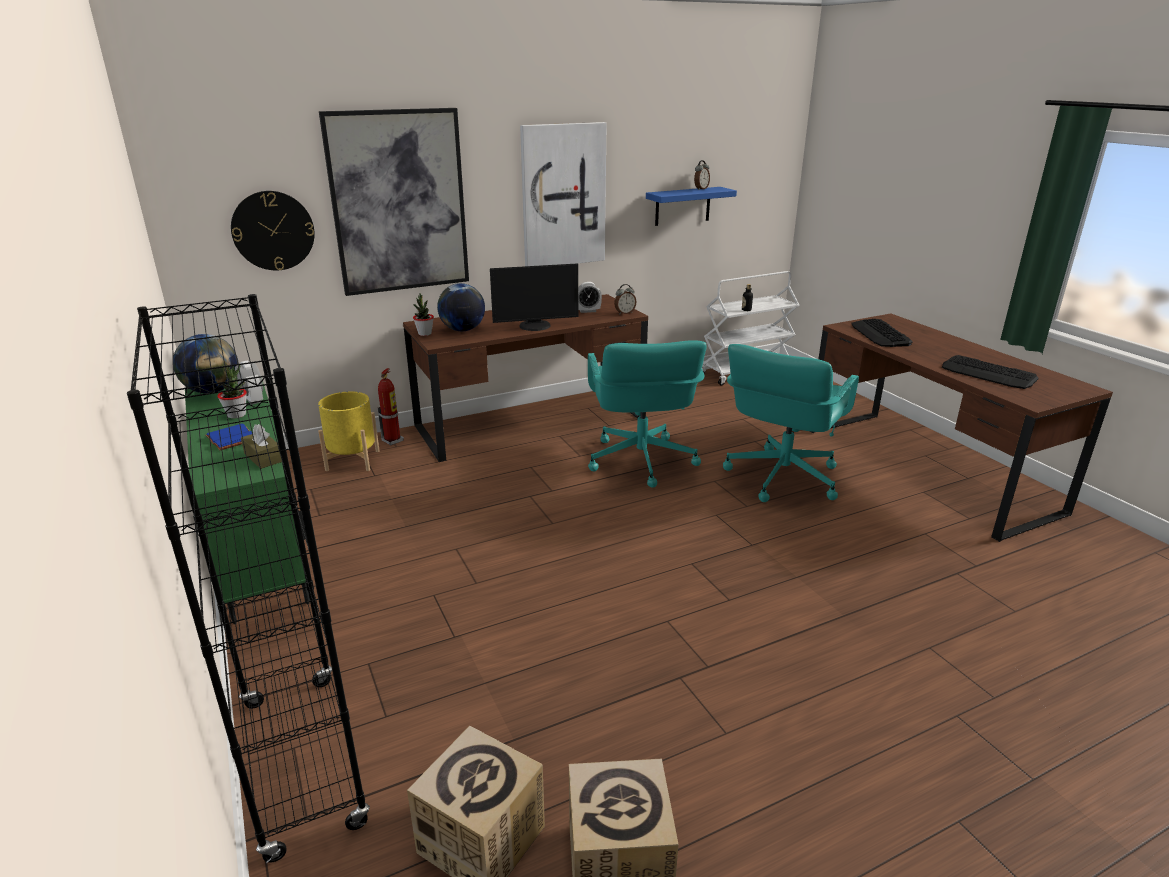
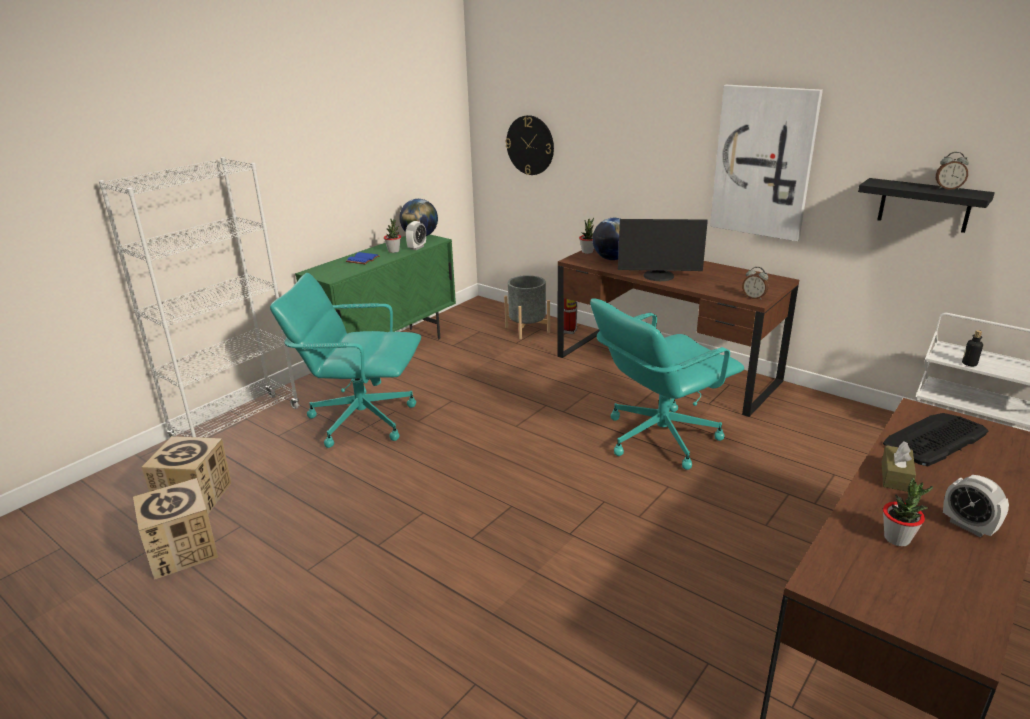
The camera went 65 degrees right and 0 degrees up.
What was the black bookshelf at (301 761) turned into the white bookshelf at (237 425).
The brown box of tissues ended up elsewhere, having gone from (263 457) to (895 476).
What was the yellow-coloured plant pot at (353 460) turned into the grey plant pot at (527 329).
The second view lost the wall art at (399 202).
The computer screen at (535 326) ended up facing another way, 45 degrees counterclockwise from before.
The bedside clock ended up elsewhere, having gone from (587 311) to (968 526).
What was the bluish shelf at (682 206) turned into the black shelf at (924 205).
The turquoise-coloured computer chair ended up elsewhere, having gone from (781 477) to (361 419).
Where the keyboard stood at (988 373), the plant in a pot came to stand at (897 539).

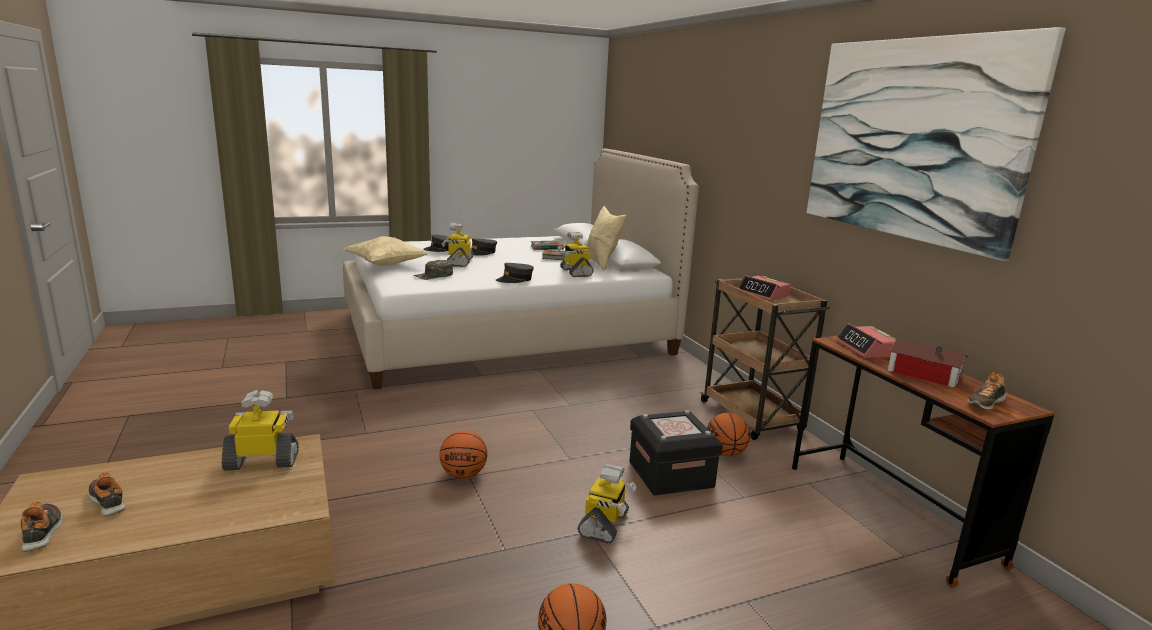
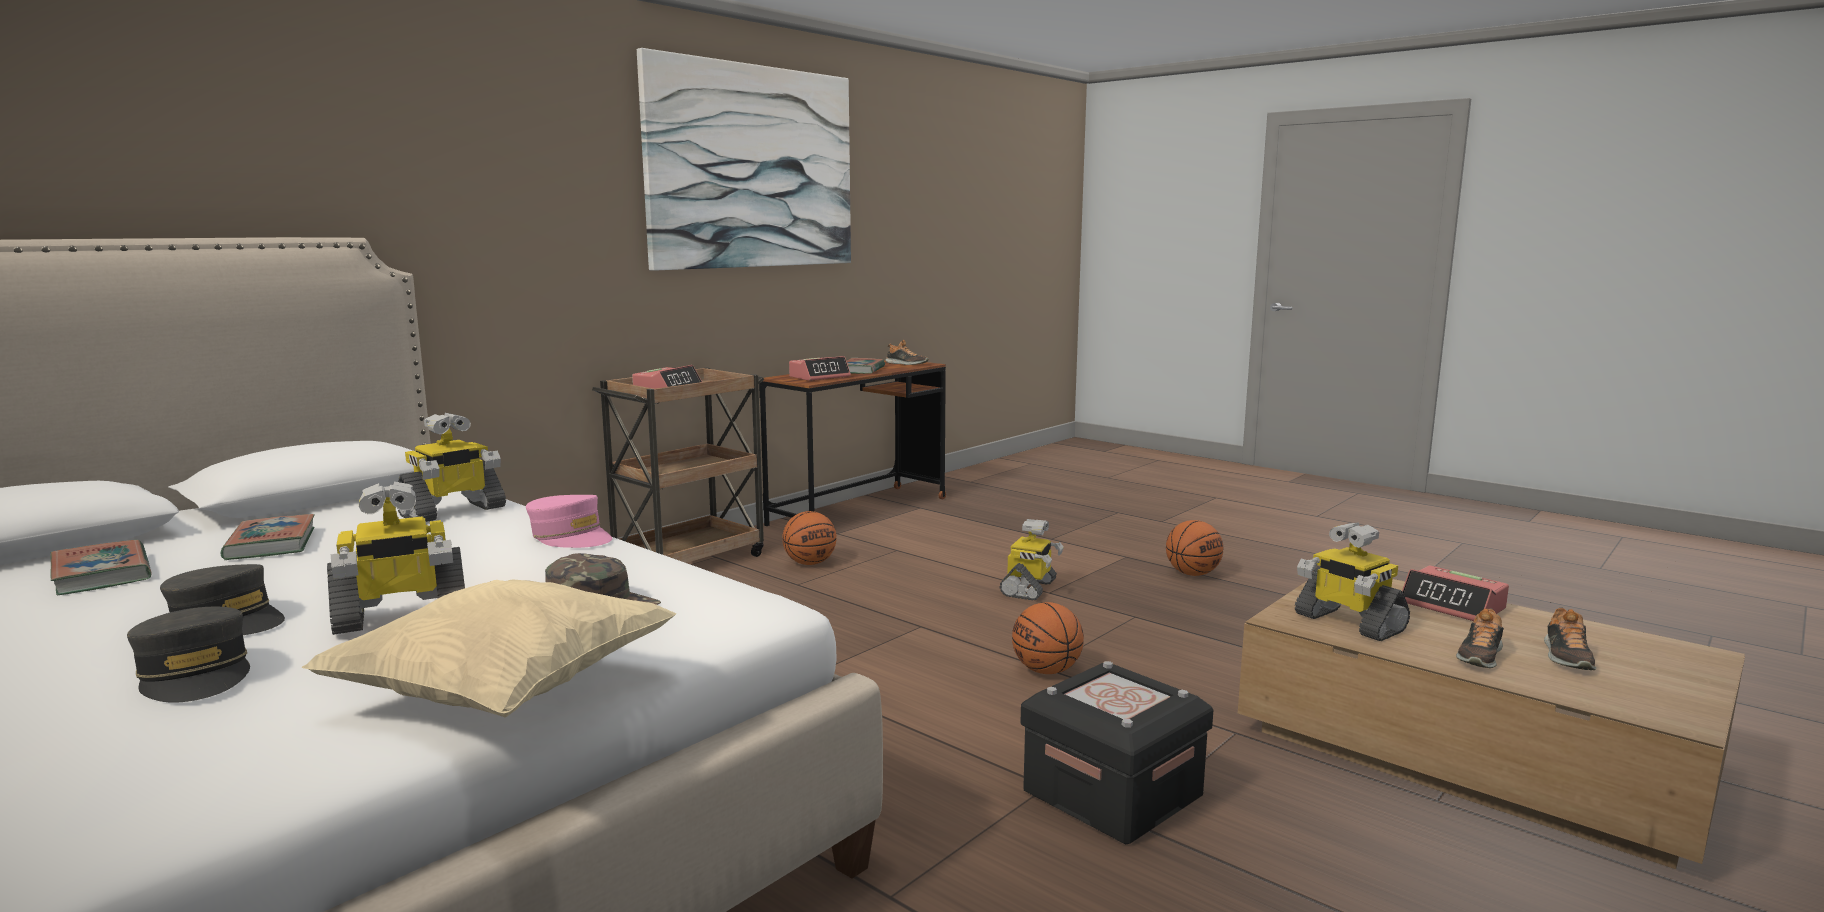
The camera went 115 degrees left and 5 degrees down.
The low shoe ended up elsewhere, having gone from (43 532) to (1479 656).
What was the grey peaked cap at (515 279) turned into the pink peaked cap at (571 537).
The robot figure at (604 525) ended up facing another way, 120 degrees clockwise from before.
The second view lost the beige-coloured throw pillow at (602 264).
The black storage bin ended up elsewhere, having gone from (671 475) to (1112 794).
Where the toy house stood at (922 373), the bound book came to stand at (861 370).
The second view gained the bedside clock at (1453 606).

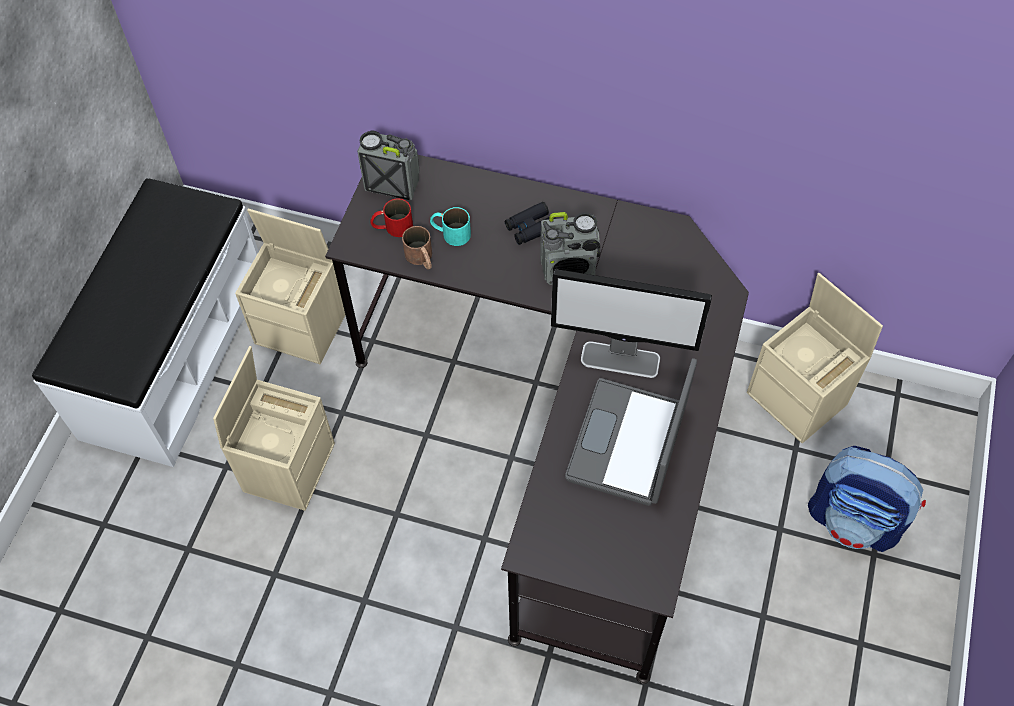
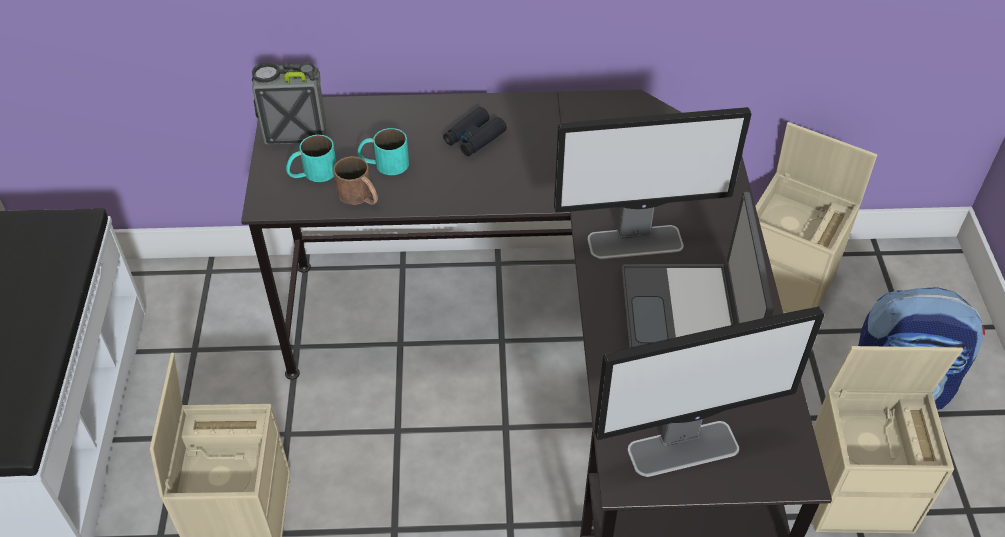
The camera went 20 degrees left and 10 degrees down.
The beige-coloured storage bin ended up elsewhere, having gone from (302 328) to (858 492).
What was the red tea mug at (392 227) turned into the turquoise-coloured tea mug at (312 173).
The second view lost the radio set at (569 269).
The second view gained the computer screen at (684 448).

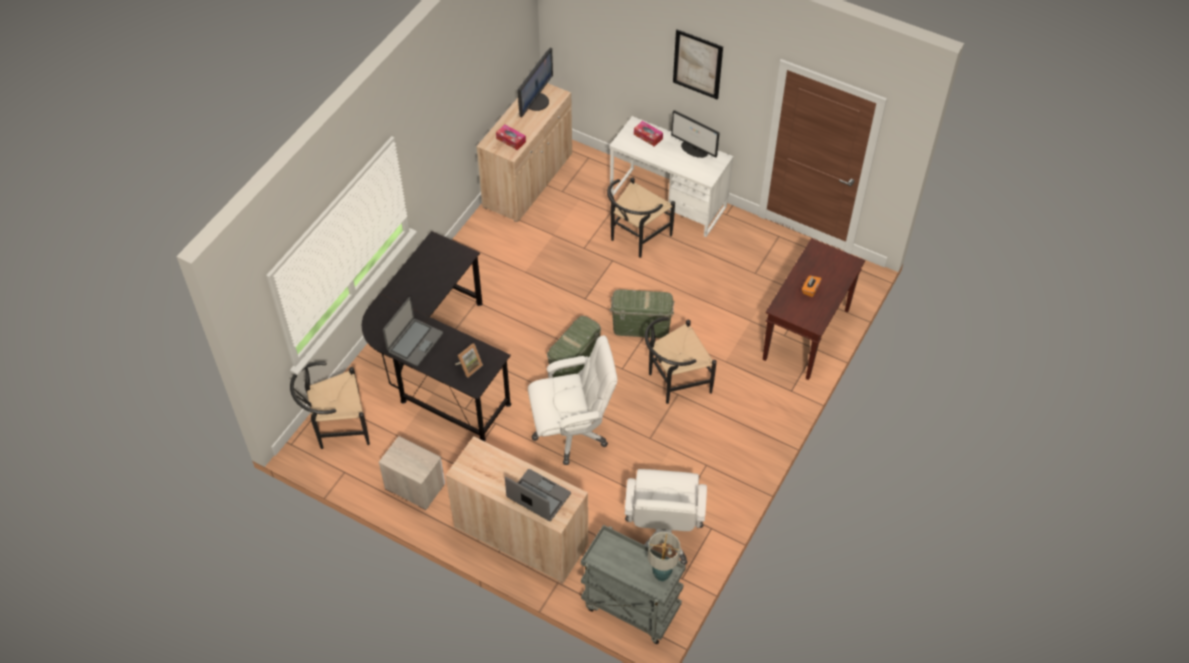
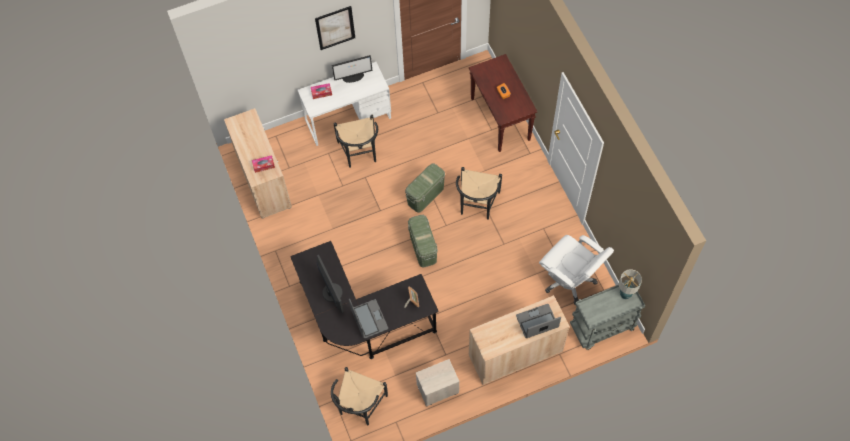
The camera went 50 degrees left and 10 degrees up.
The computer screen ended up elsewhere, having gone from (536 101) to (331 292).
The second view lost the white computer chair at (572 432).

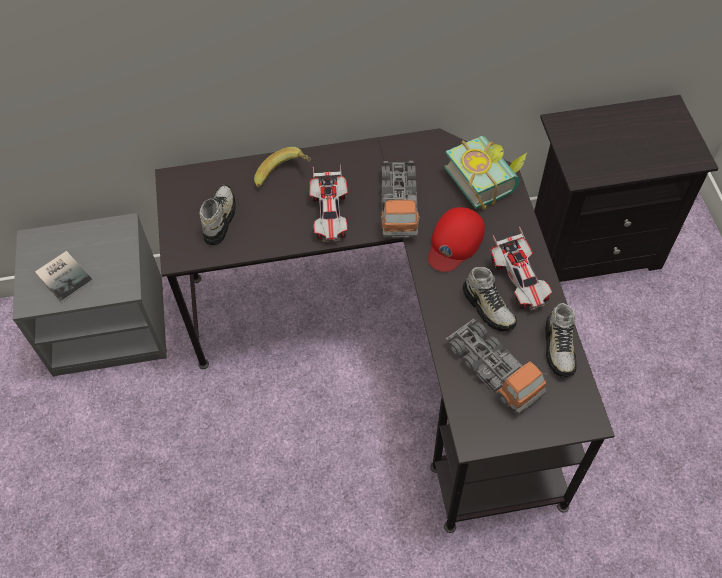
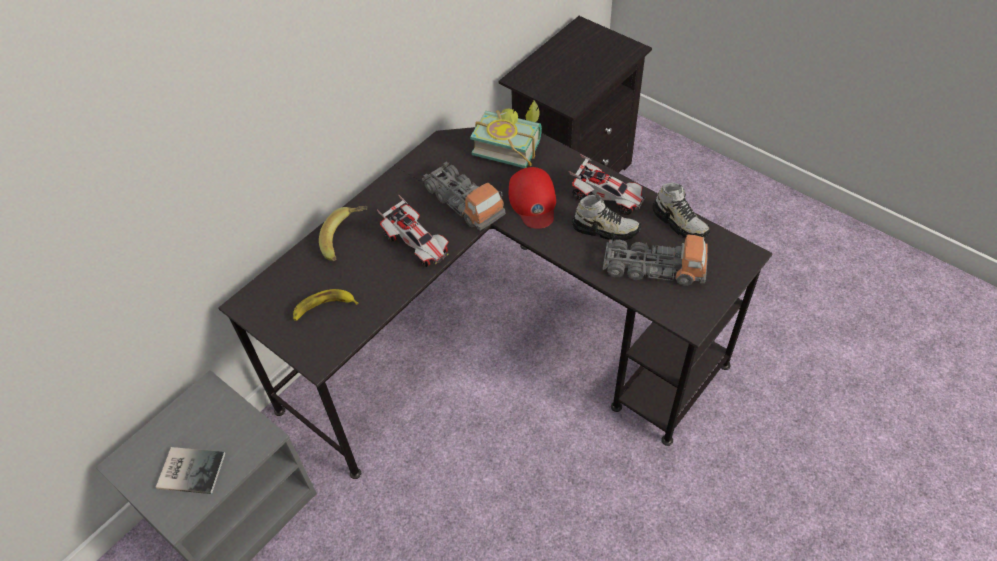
The camera went 40 degrees left and 5 degrees down.
Where the low shoe stood at (219 219), the banana came to stand at (324 307).

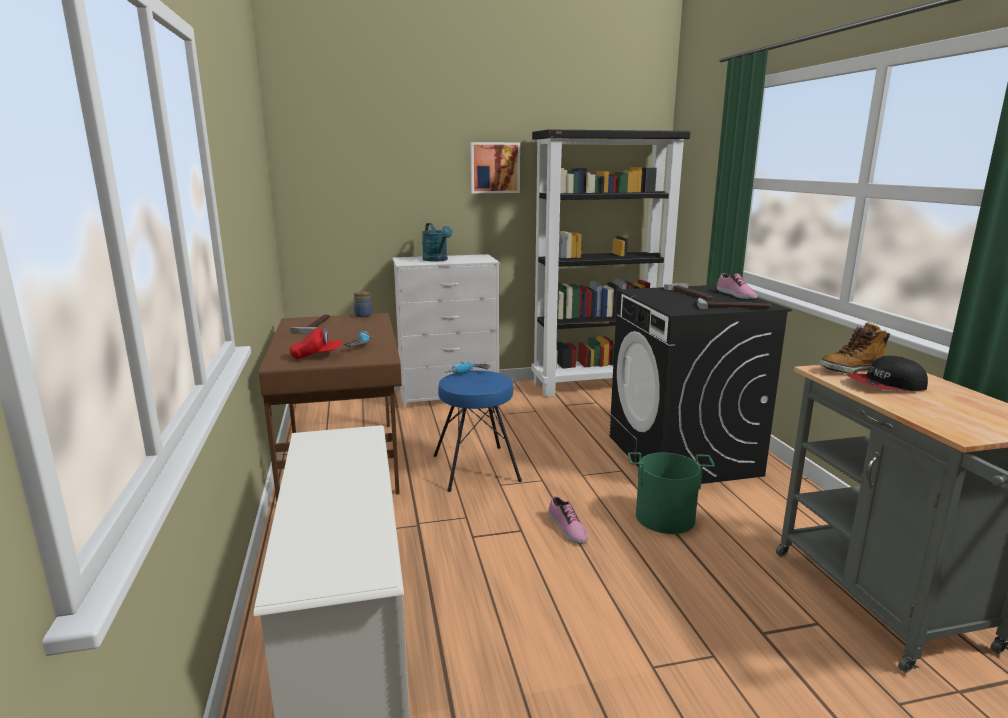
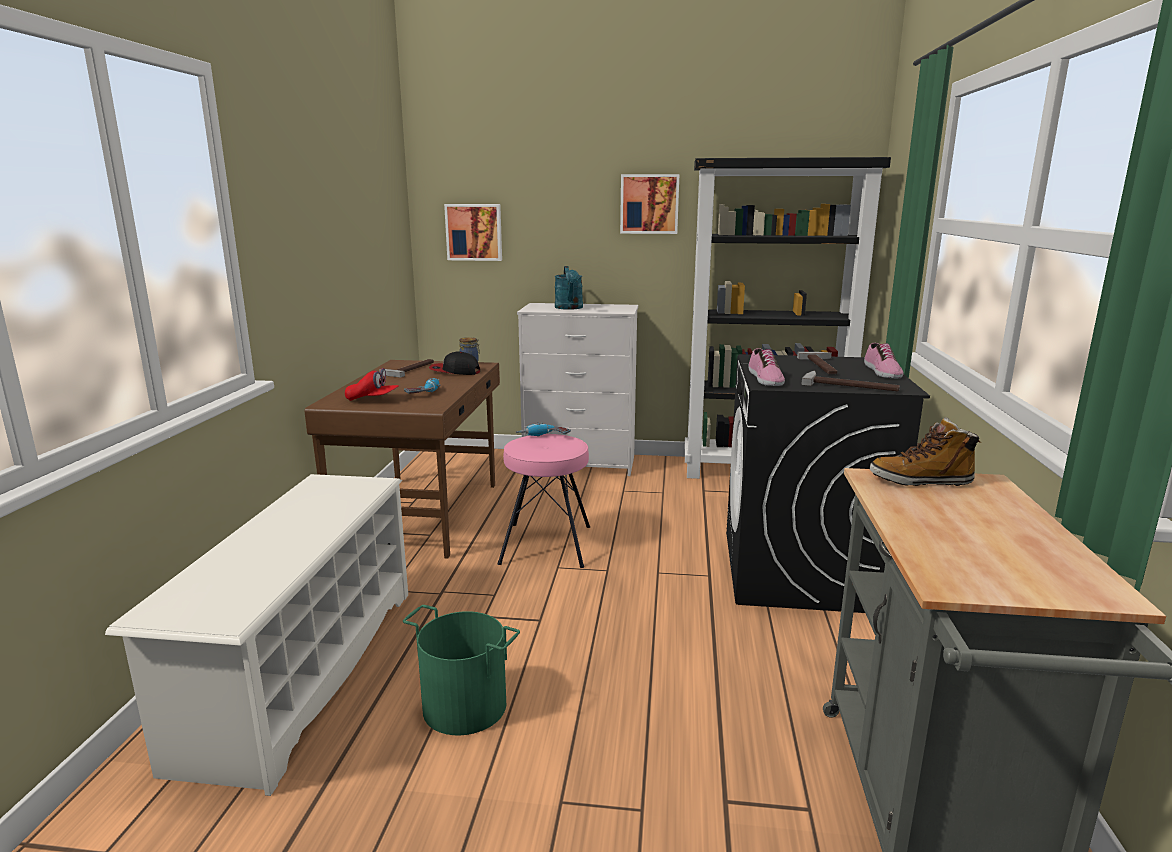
The camera went 20 degrees right and 0 degrees up.
What was the bluish stool at (476 467) turned into the pink stool at (547 544).
The low shoe ended up elsewhere, having gone from (567 528) to (764 378).
The green pail ended up elsewhere, having gone from (665 518) to (464 707).
The peaked cap ended up elsewhere, having gone from (886 385) to (454 371).
The second view gained the wall art at (474 232).

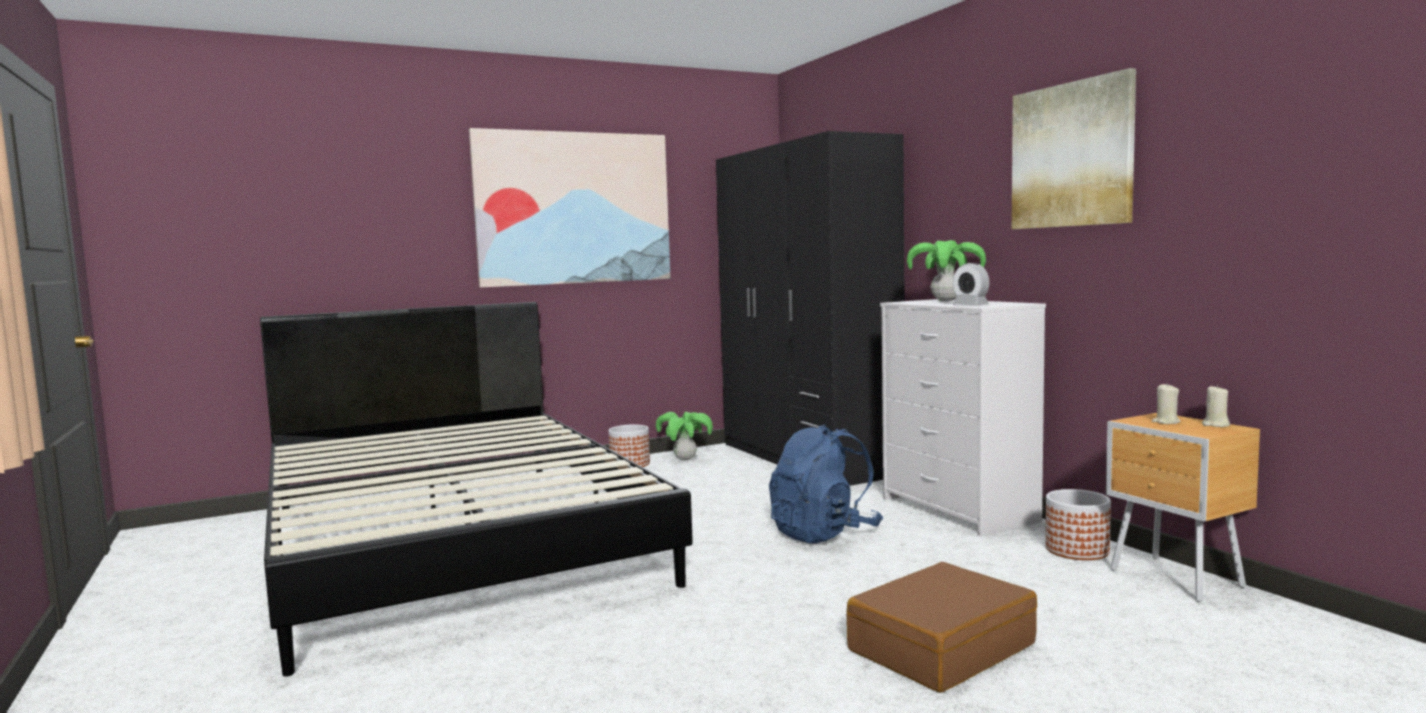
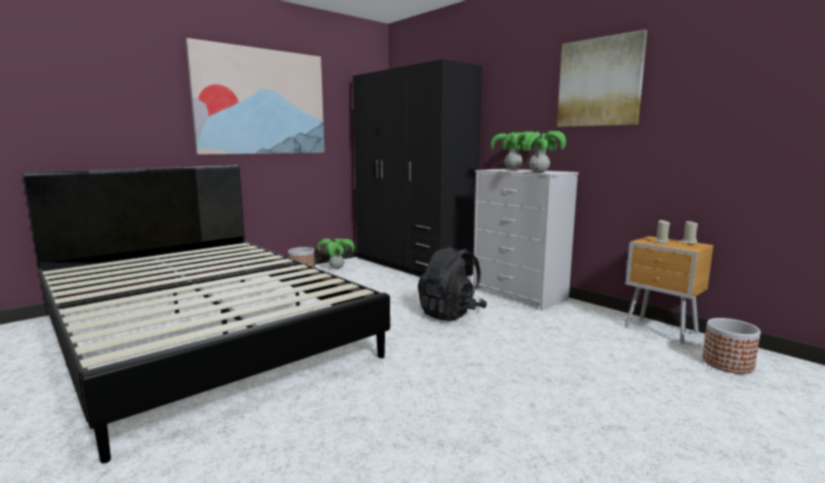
The camera went 15 degrees left and 5 degrees up.
What was the bluish backpack at (824 533) turned into the black backpack at (451 313).
The second view lost the brown travel case at (940 647).
Where the bedside clock stood at (970 305), the plant in a pot came to stand at (539 172).
The plant pot ended up elsewhere, having gone from (1077 550) to (728 364).

